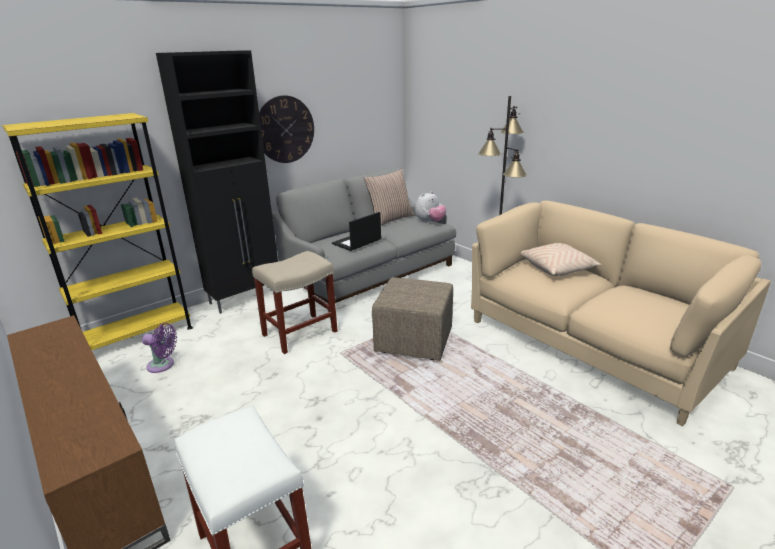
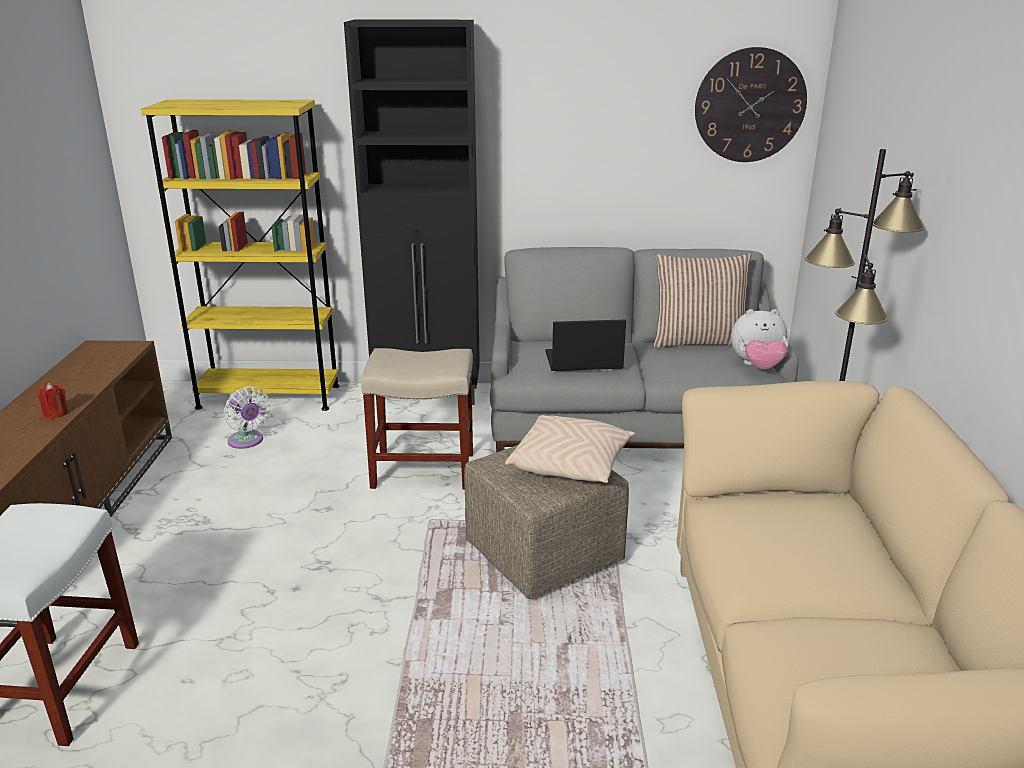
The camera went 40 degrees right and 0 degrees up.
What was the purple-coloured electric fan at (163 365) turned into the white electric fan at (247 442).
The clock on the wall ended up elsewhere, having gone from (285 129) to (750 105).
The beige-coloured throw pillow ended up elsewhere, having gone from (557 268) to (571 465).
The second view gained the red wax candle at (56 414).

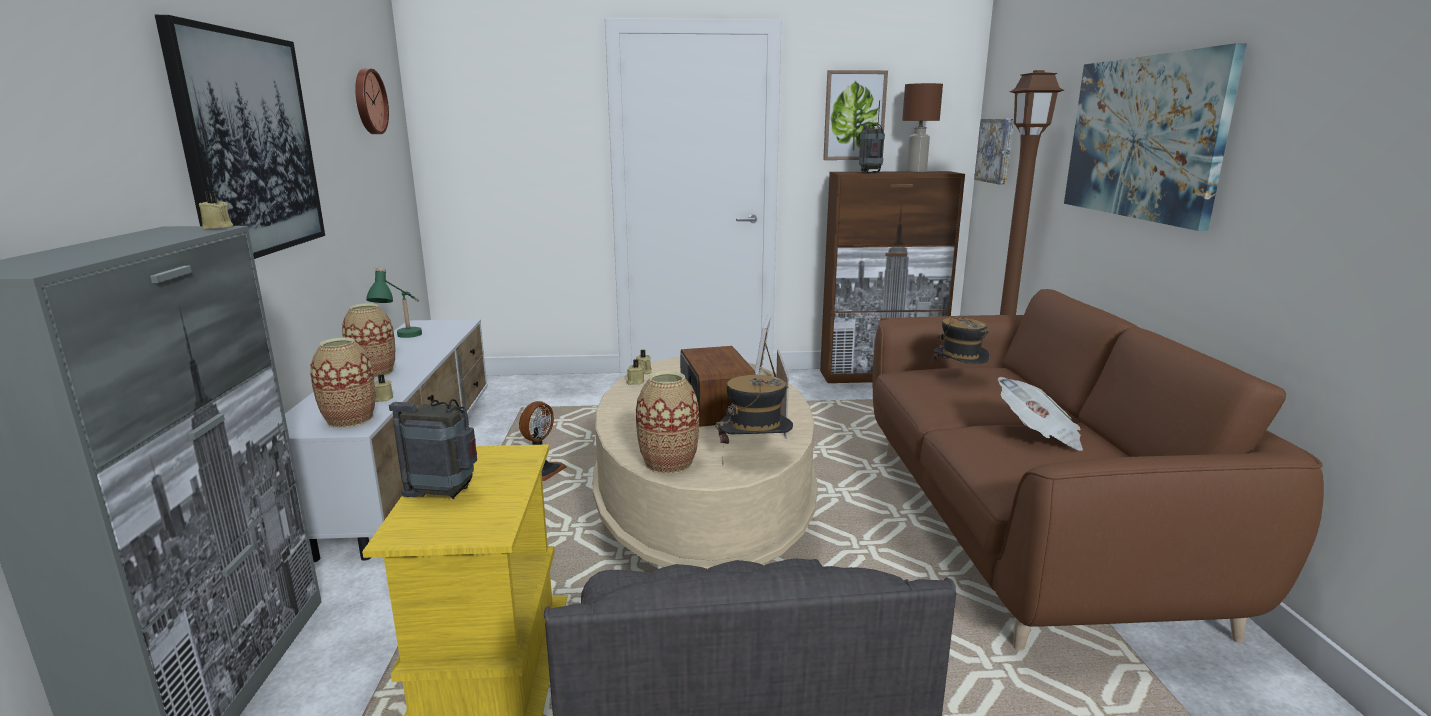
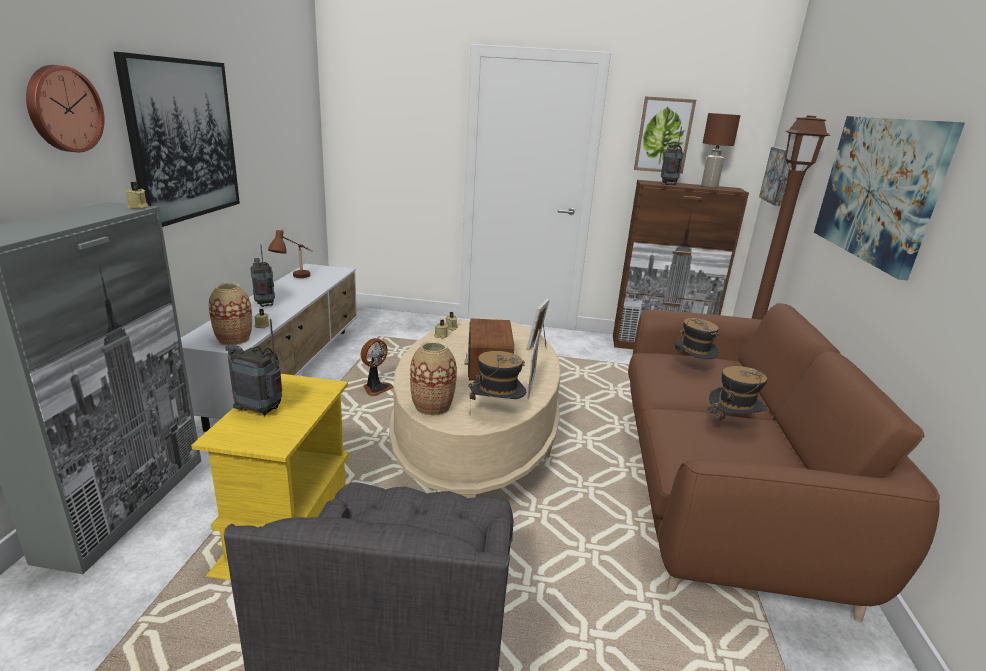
The camera went 10 degrees right and 5 degrees up.
Where the flower vase stood at (374 373), the radio set came to stand at (265 304).
The clock on the wall ended up elsewhere, having gone from (368 101) to (63 109).
What was the green tabletop lamp at (403 339) turned into the brown tabletop lamp at (296 279).
Where the daily paper stood at (1038 435), the wearable hat came to stand at (730 427).

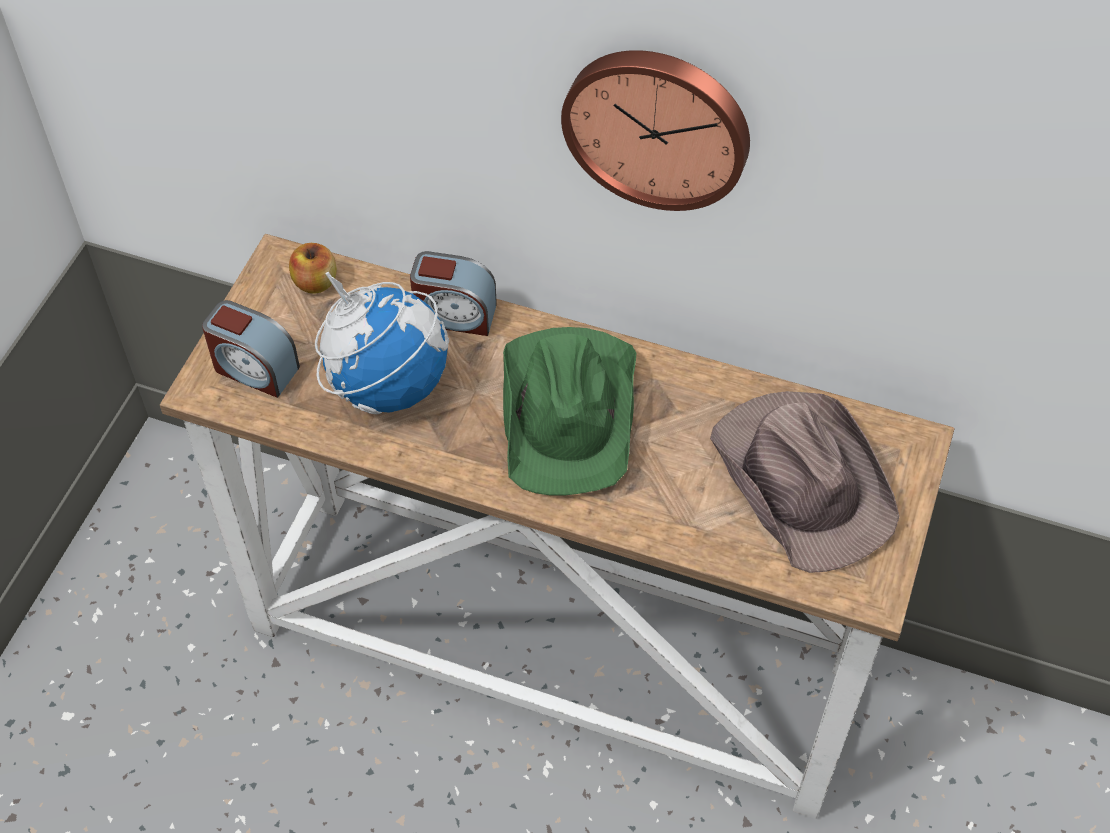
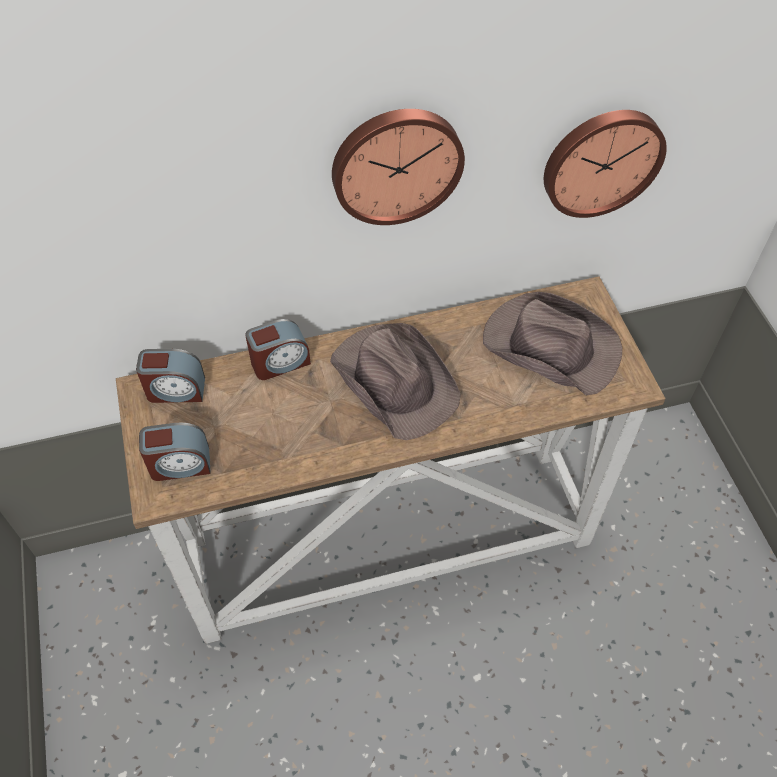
The camera went 35 degrees left and 0 degrees up.
Where the apple fruit stood at (315 282), the bedside clock came to stand at (175 390).
The second view lost the globe at (387 385).
What was the green wearable hat at (570 410) turned into the brown wearable hat at (394 380).
The second view gained the clock on the wall at (601 161).

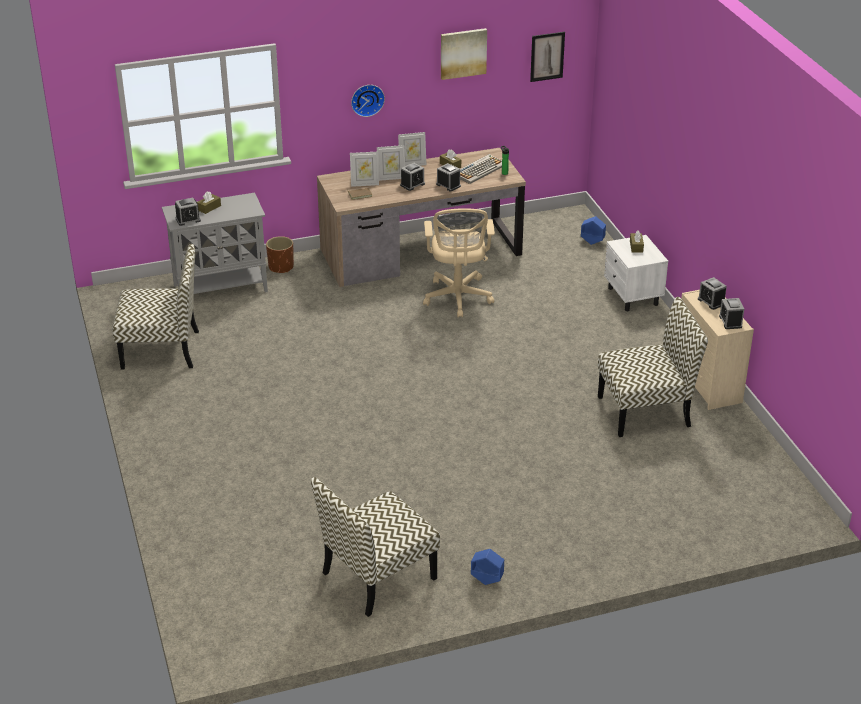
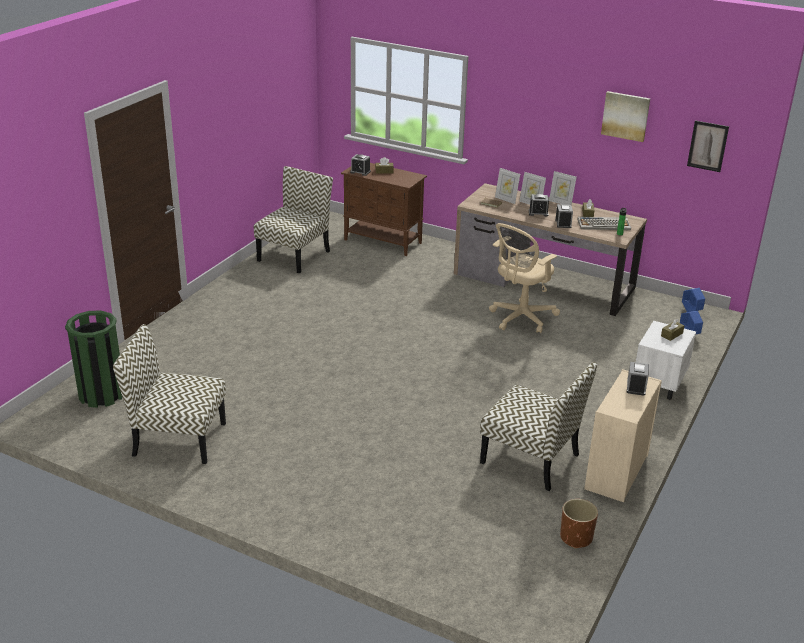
The camera went 45 degrees right and 5 degrees down.
The plain chair at (162 349) ended up facing another way, 105 degrees counterclockwise from before.
What was the grey storage cabinet at (221 288) turned into the brown storage cabinet at (383 241).
The brown plant pot ended up elsewhere, having gone from (281 267) to (576 538).
The second view lost the clock on the wall at (367 99).
The bluish plant pot ended up elsewhere, having gone from (487 580) to (691 311).
The second view lost the bedside clock at (730 322).
The second view gained the green trash can at (102 394).

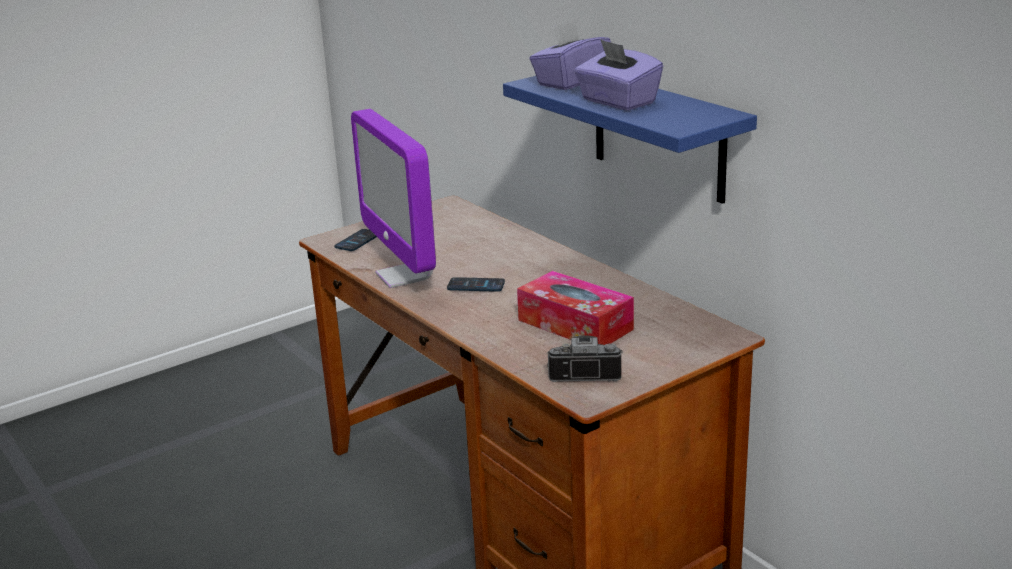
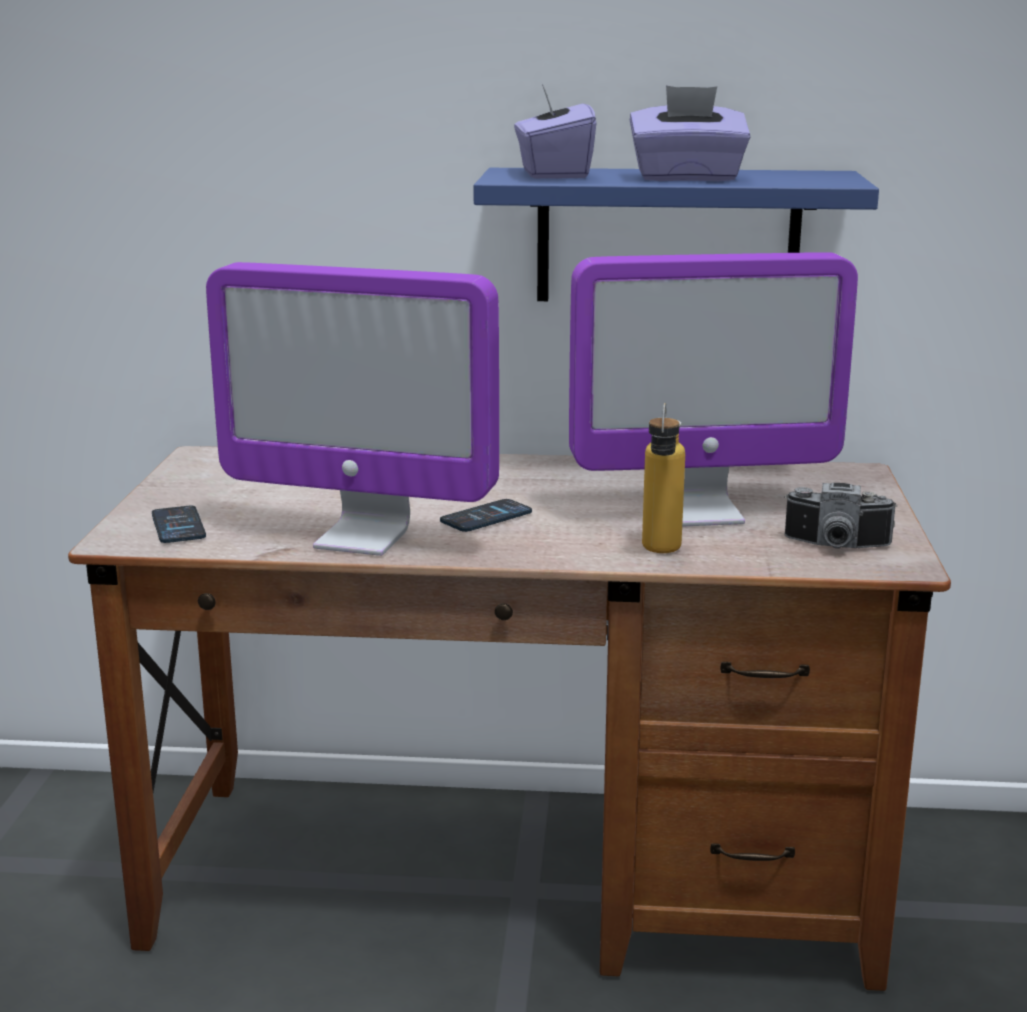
The camera went 50 degrees left and 5 degrees down.
Where the box of tissues stood at (575 325), the computer screen came to stand at (701 512).
The still camera at (585 373) ended up facing another way, 120 degrees counterclockwise from before.
The second view gained the drink bottle at (660 553).

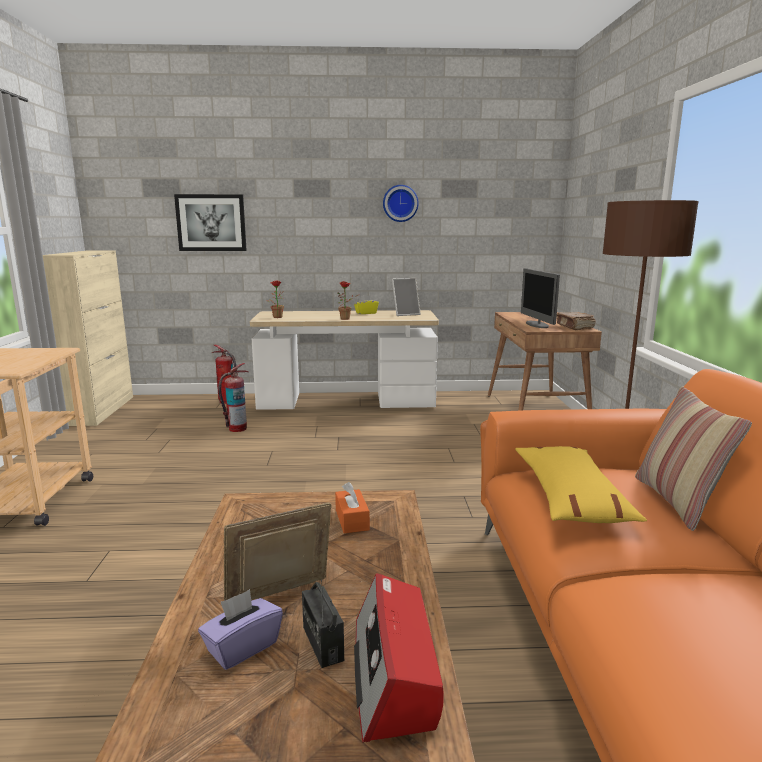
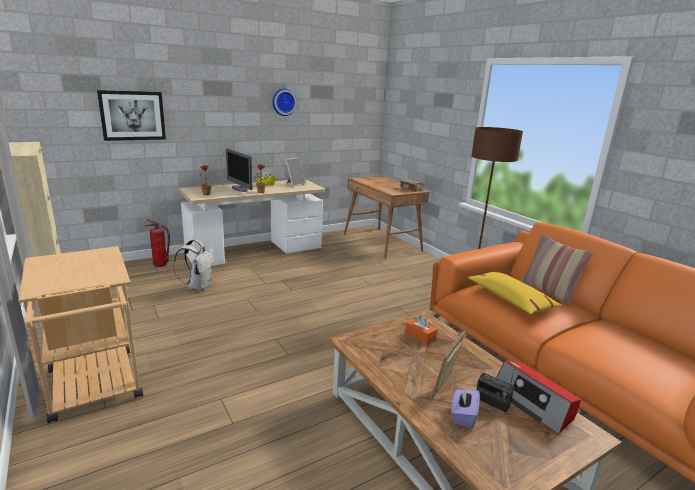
The camera went 30 degrees left and 5 degrees up.
Where the fire-fighting cylinder stood at (237 429), the white backpack came to stand at (198 286).
The computer screen ended up elsewhere, having gone from (537 325) to (239 189).

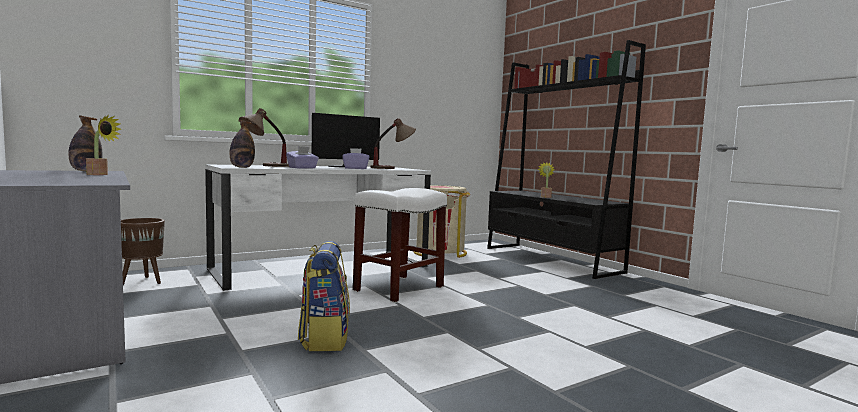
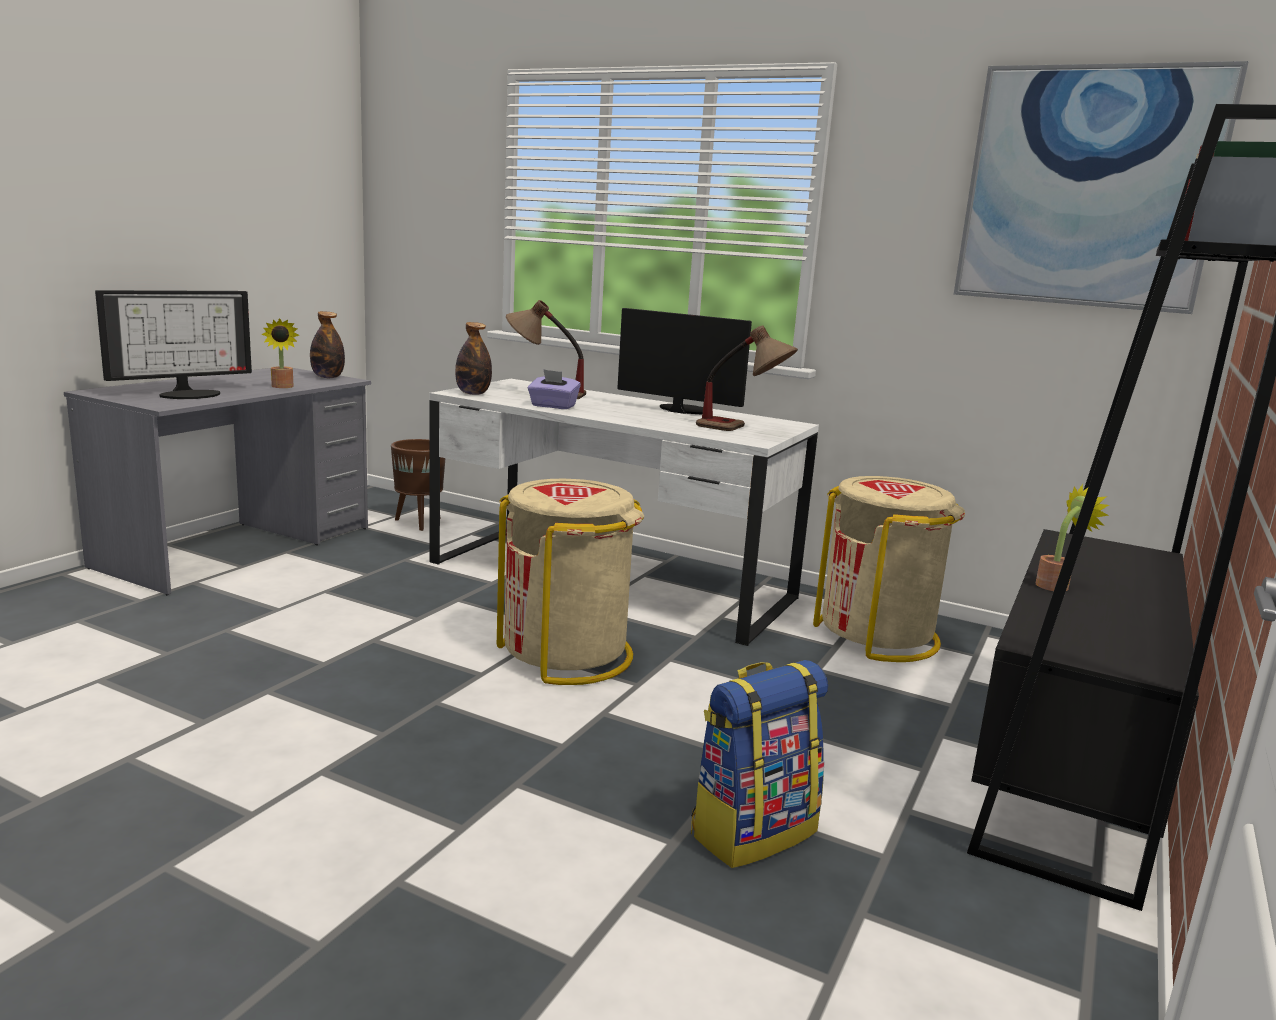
The camera went 60 degrees right and 10 degrees up.
The backpack ended up elsewhere, having gone from (324 338) to (752 831).
The second view lost the purple-coloured box of tissues at (355 168).
Where the white stool stood at (399 289), the beige-coloured trash can came to stand at (566 654).
The second view gained the computer screen at (189 394).
The second view gained the wall art at (1089 188).

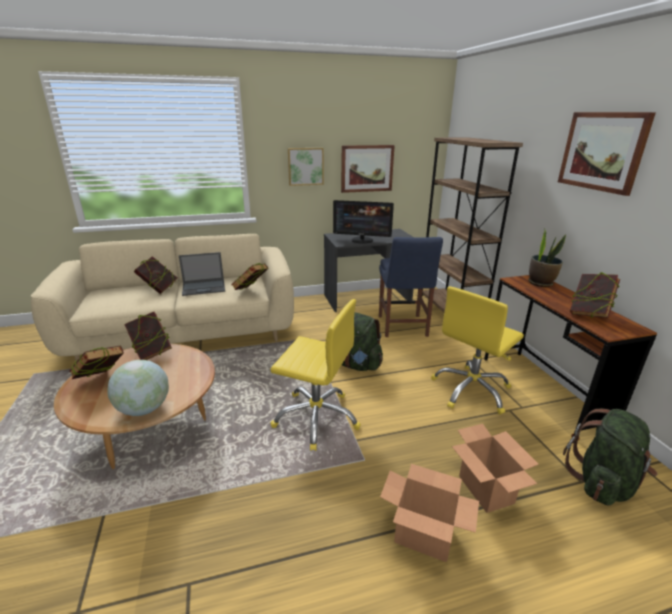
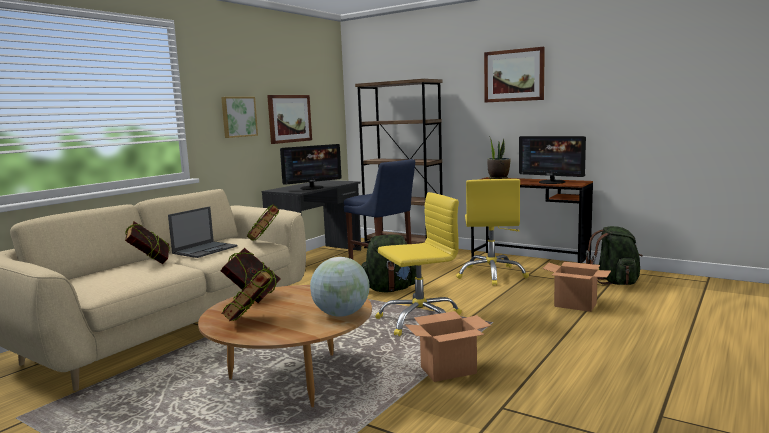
The camera went 40 degrees left and 15 degrees down.
The carton ended up elsewhere, having gone from (424 536) to (449 370).
Where the bound book stood at (588 314), the computer screen came to stand at (552 182).

